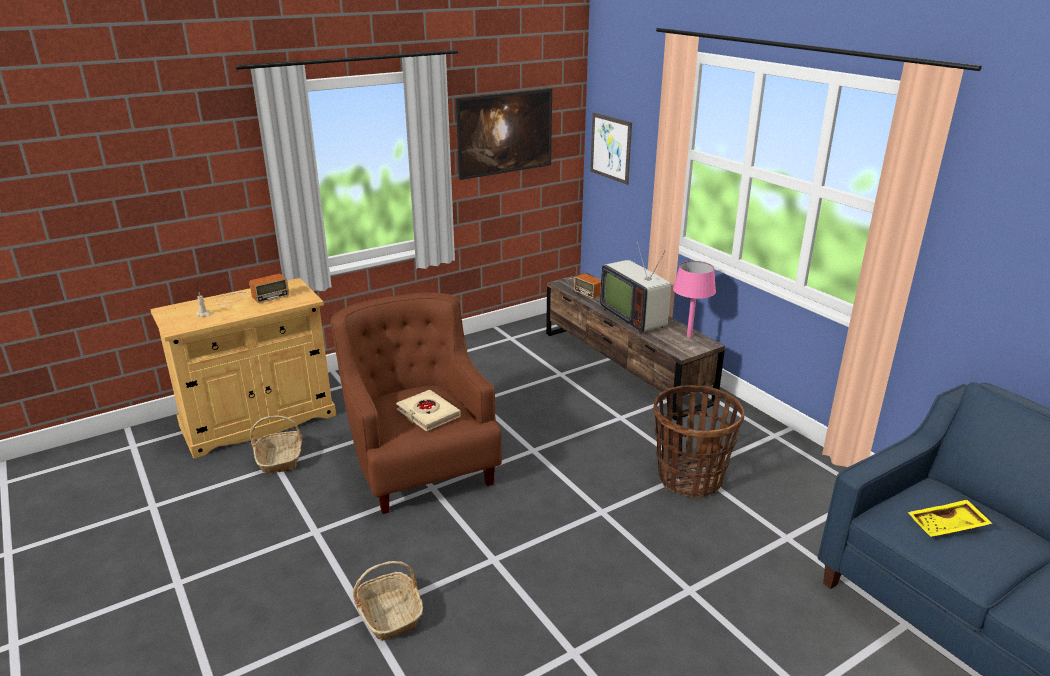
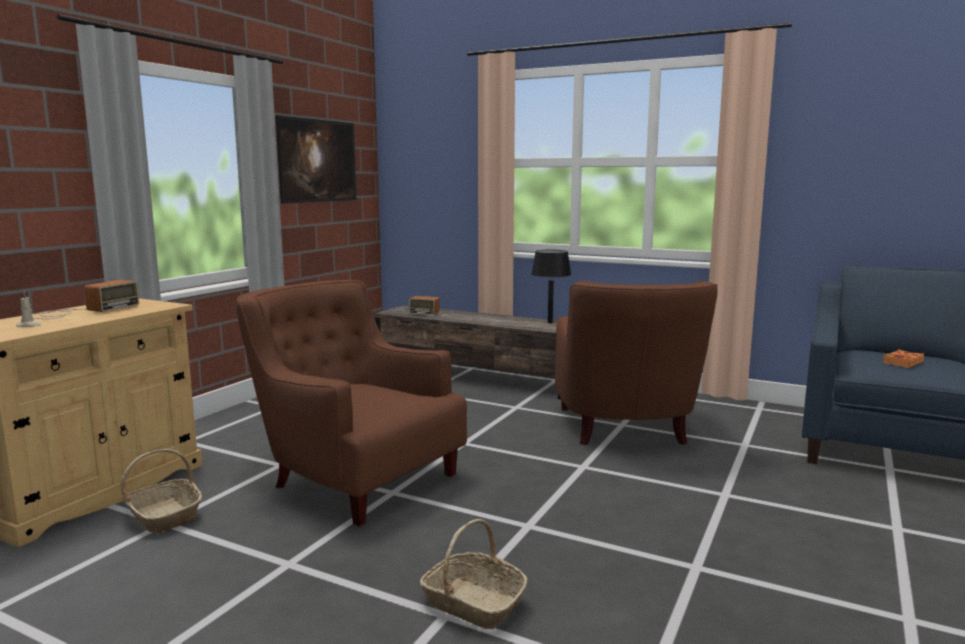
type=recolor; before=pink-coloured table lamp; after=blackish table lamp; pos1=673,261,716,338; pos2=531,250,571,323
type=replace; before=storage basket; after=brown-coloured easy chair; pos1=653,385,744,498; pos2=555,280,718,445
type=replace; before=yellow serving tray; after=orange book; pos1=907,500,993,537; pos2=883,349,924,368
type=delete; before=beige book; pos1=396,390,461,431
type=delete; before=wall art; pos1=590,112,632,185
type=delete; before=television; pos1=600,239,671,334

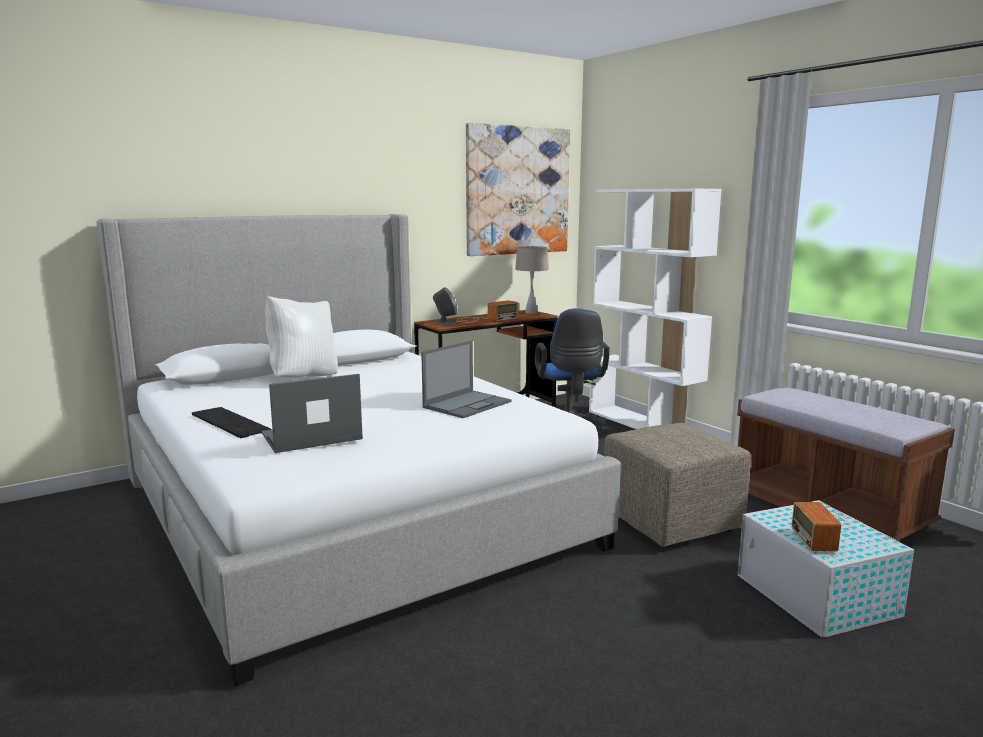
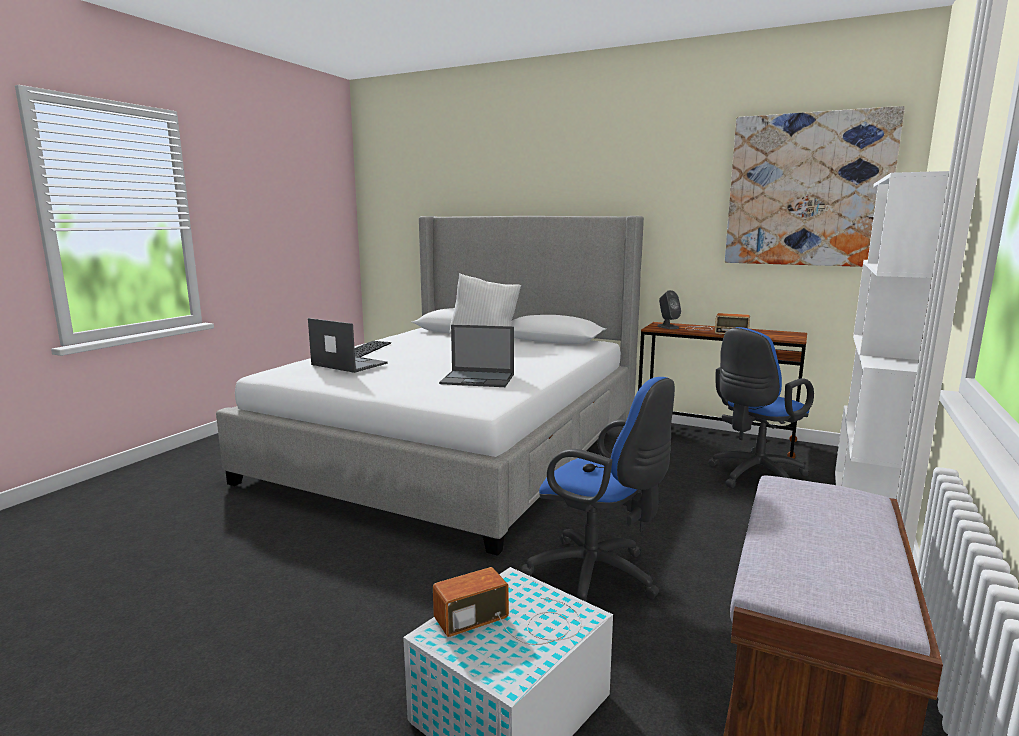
type=replace; before=beige ottoman; after=blue desk chair; pos1=604,423,751,547; pos2=521,377,675,602
type=delete; before=beige table lamp; pos1=515,245,549,314

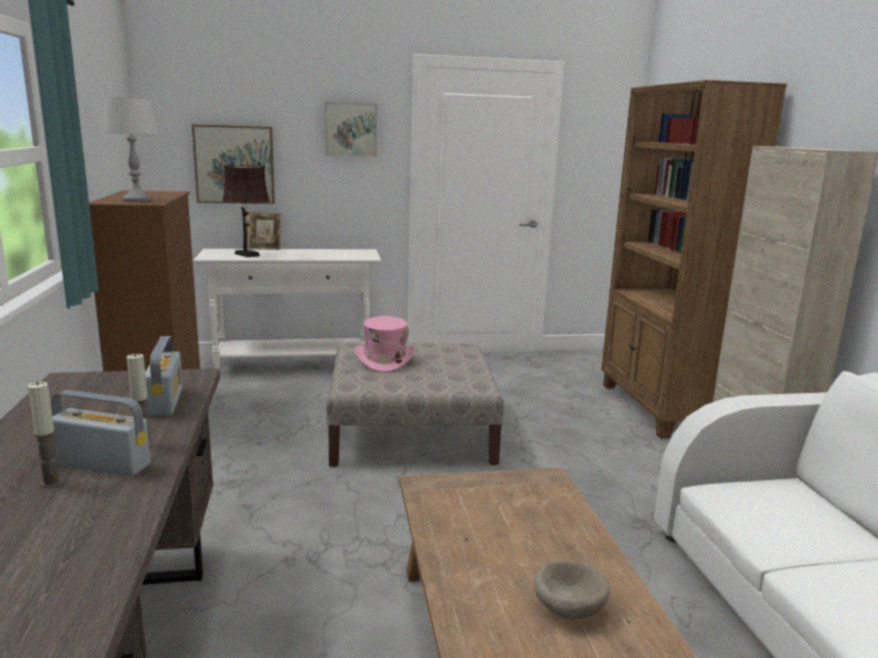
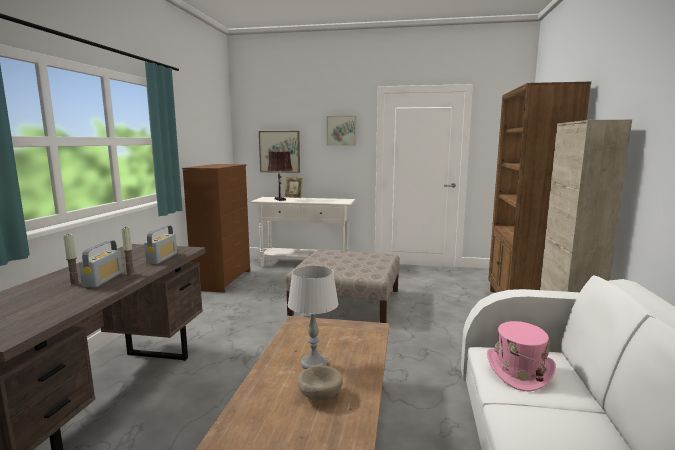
type=rotate; before=radio set; pos1=52,390,151,476; pos2=79,240,123,287; turn=60
type=move; before=greyish table lamp; pos1=103,97,158,202; pos2=288,266,339,369
type=move; before=pink-coloured hat; pos1=355,316,415,372; pos2=487,321,556,391

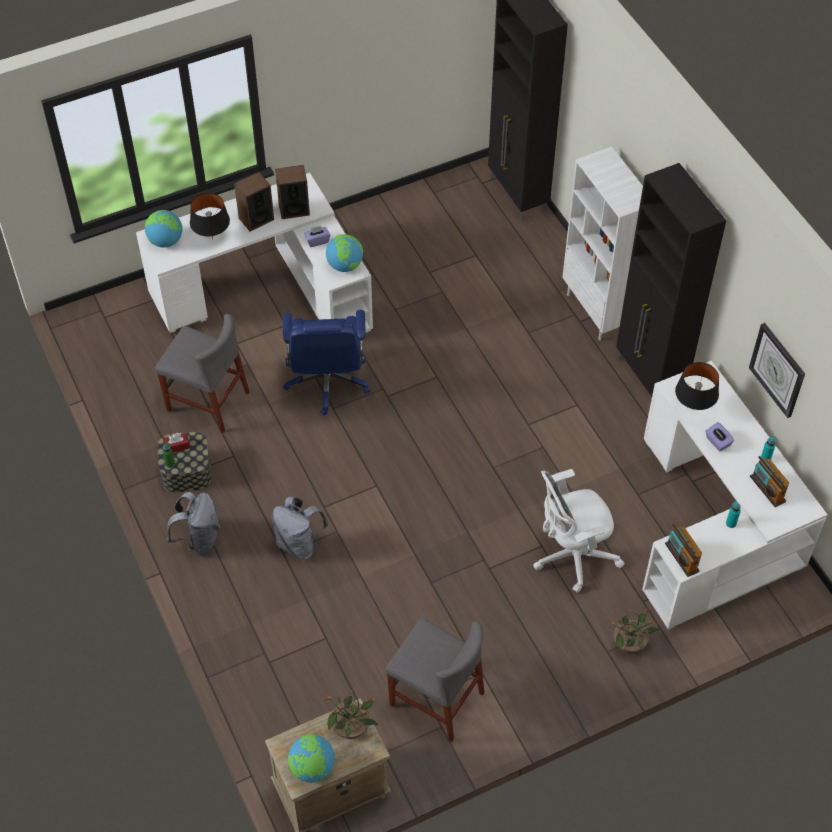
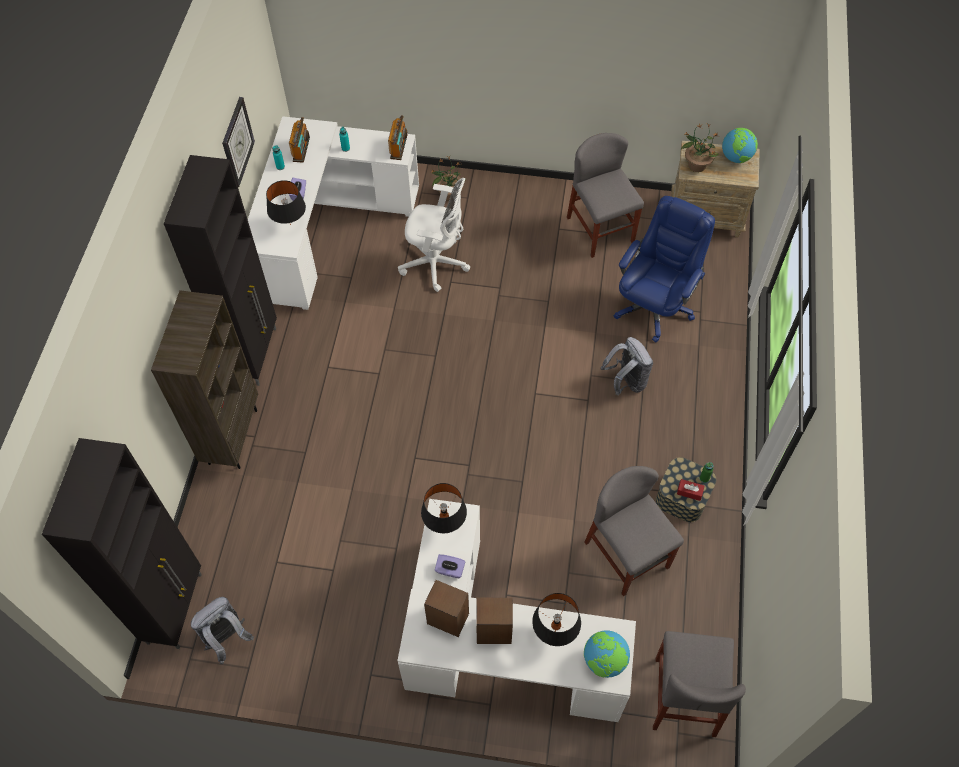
type=recolor; before=white shelving unit; after=brown-coloured shelving unit; pos1=562,147,643,340; pos2=151,290,258,469
type=move; before=greyish backpack; pos1=167,492,220,556; pos2=191,597,254,664
type=replace; before=desk globe; after=blackish table lamp; pos1=326,234,363,272; pos2=421,483,467,533
type=move; before=blue desk chair; pos1=283,310,370,415; pos2=614,196,715,343
type=insert; after=greyish plain chair; pos2=653,631,746,737

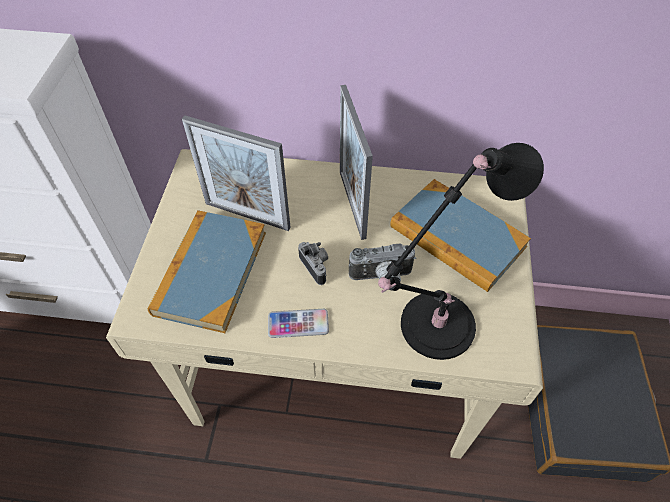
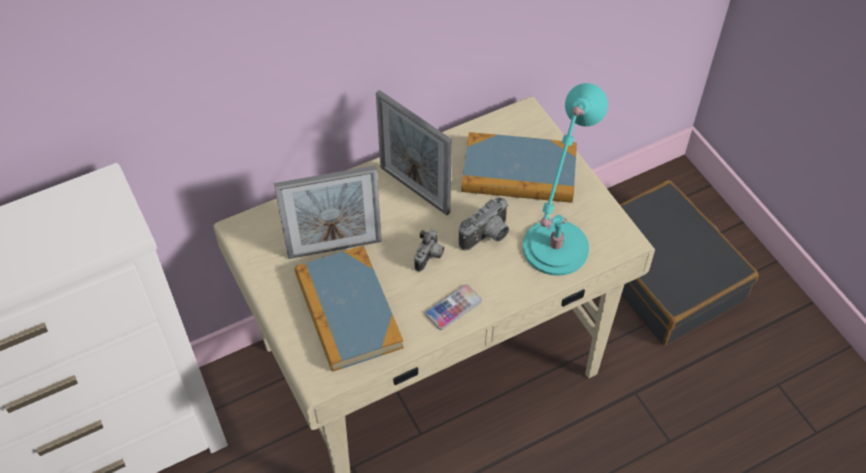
type=rotate; before=photo camera; pos1=298,242,328,285; pos2=414,229,444,271; turn=90
type=recolor; before=blackish table lamp; after=turquoise table lamp; pos1=378,143,544,360; pos2=523,83,608,276

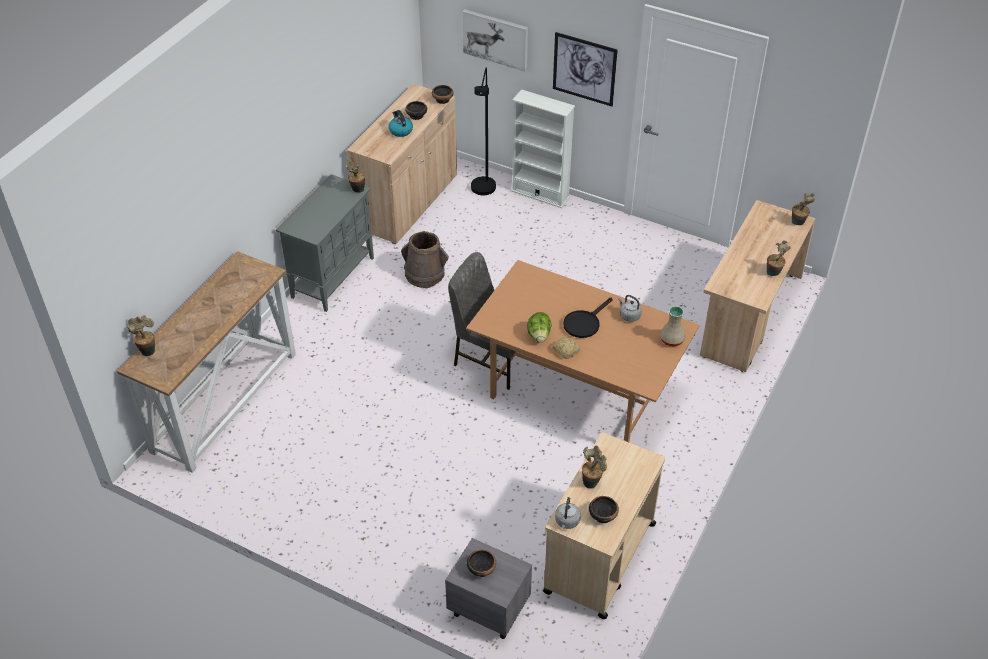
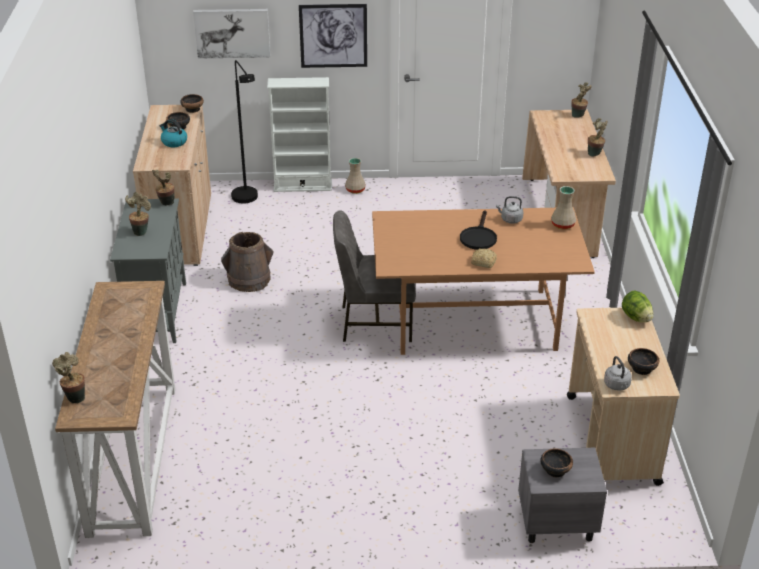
type=move; before=houseplant; pos1=582,445,607,488; pos2=125,192,151,236
type=insert; after=beige decorative vase; pos2=345,158,366,194
type=move; before=head of lettuce; pos1=527,312,552,343; pos2=622,290,654,322

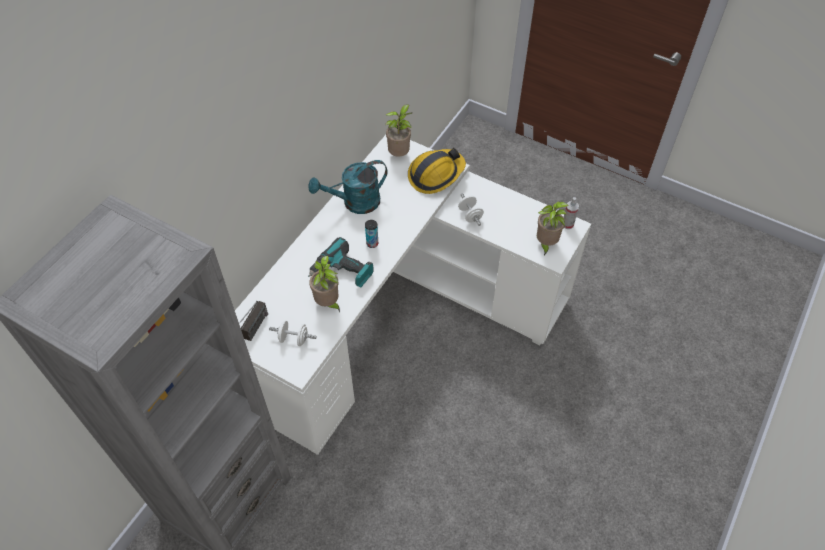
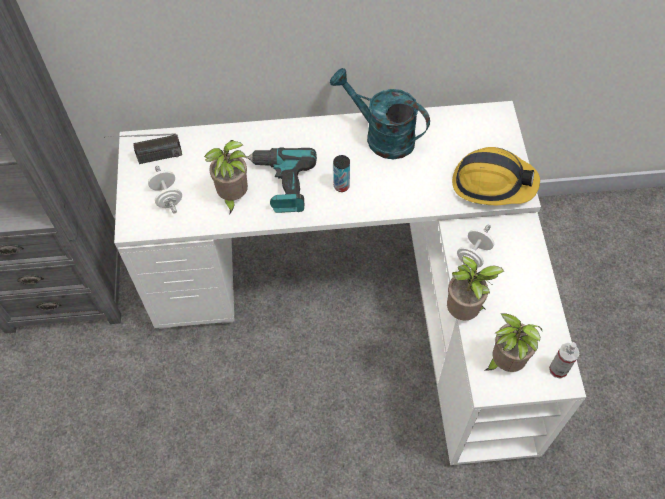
type=move; before=houseplant; pos1=385,104,412,157; pos2=447,256,504,320

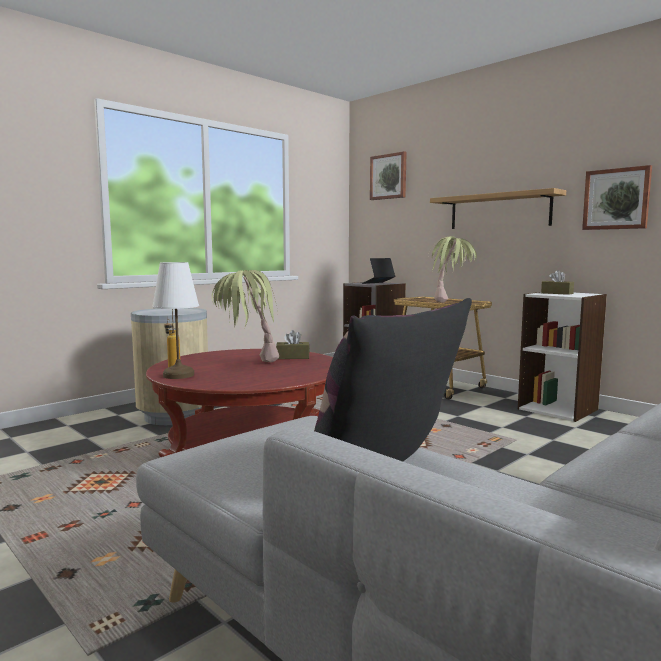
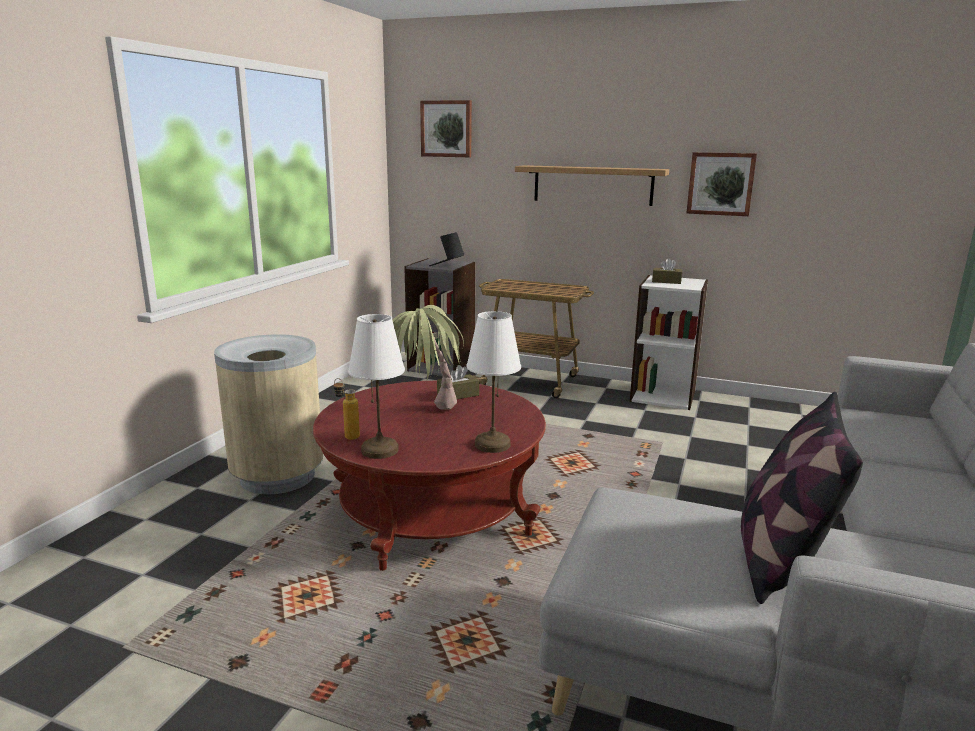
type=insert; after=white table lamp; pos2=467,311,521,453
type=delete; before=houseplant; pos1=432,236,477,303

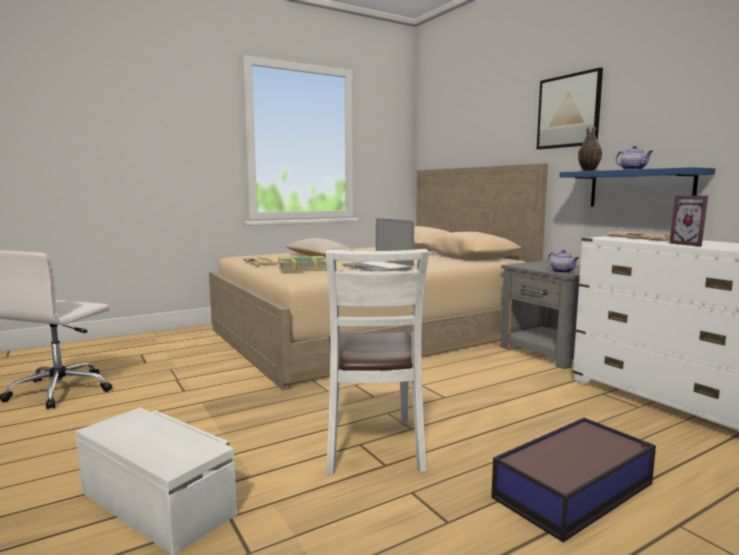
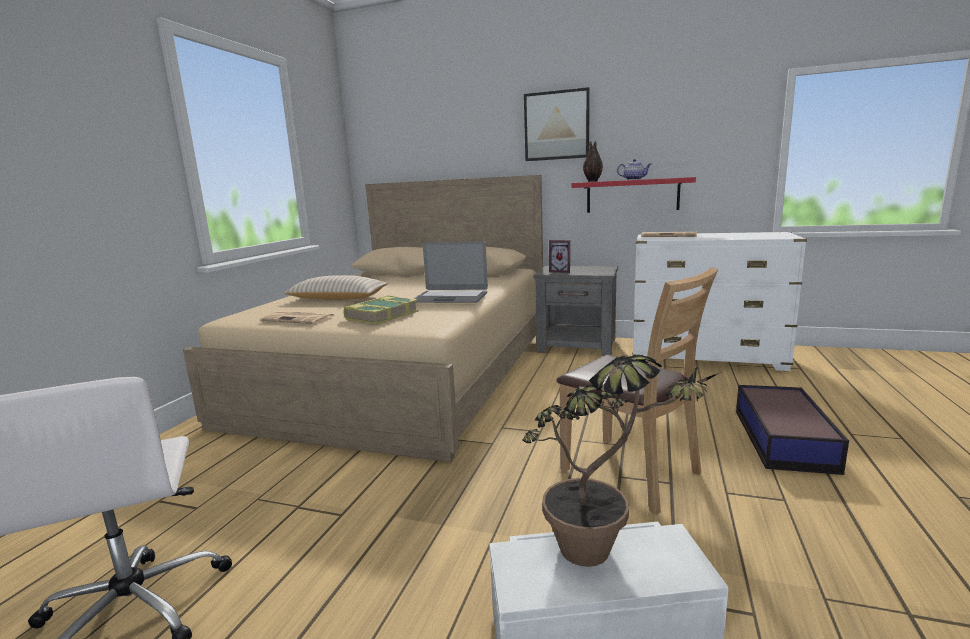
type=insert; after=houseplant; pos2=522,355,721,567
type=move; before=standing frame; pos1=669,195,708,247; pos2=549,240,570,273
type=recolor; before=white plain chair; after=brown-coloured plain chair; pos1=325,249,429,475; pos2=557,267,718,515
type=recolor; before=blue bracket shelf; after=red-coloured bracket shelf; pos1=559,167,715,207; pos2=572,177,696,213
type=delete; before=teapot; pos1=548,250,579,273

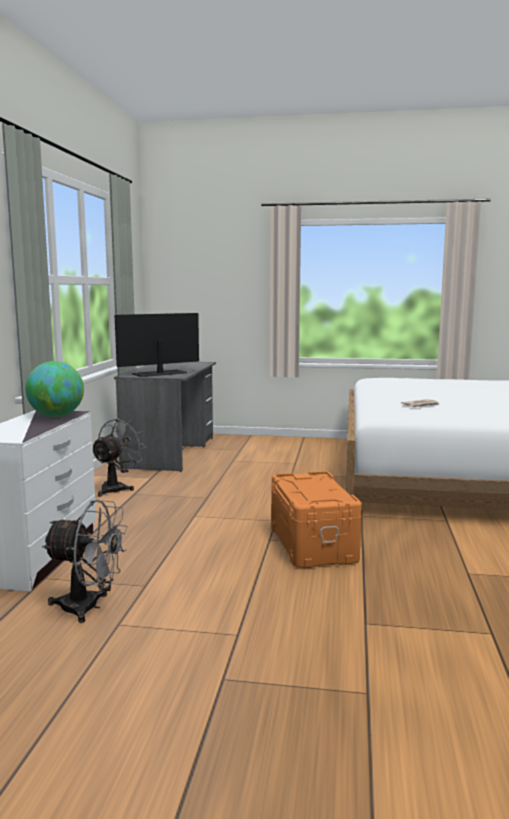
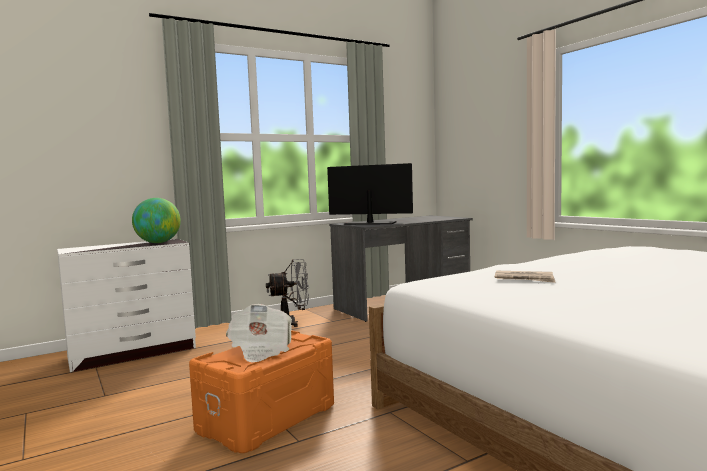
type=insert; after=newspaper; pos2=226,304,292,362
type=delete; before=greyish electric fan; pos1=42,500,128,623

